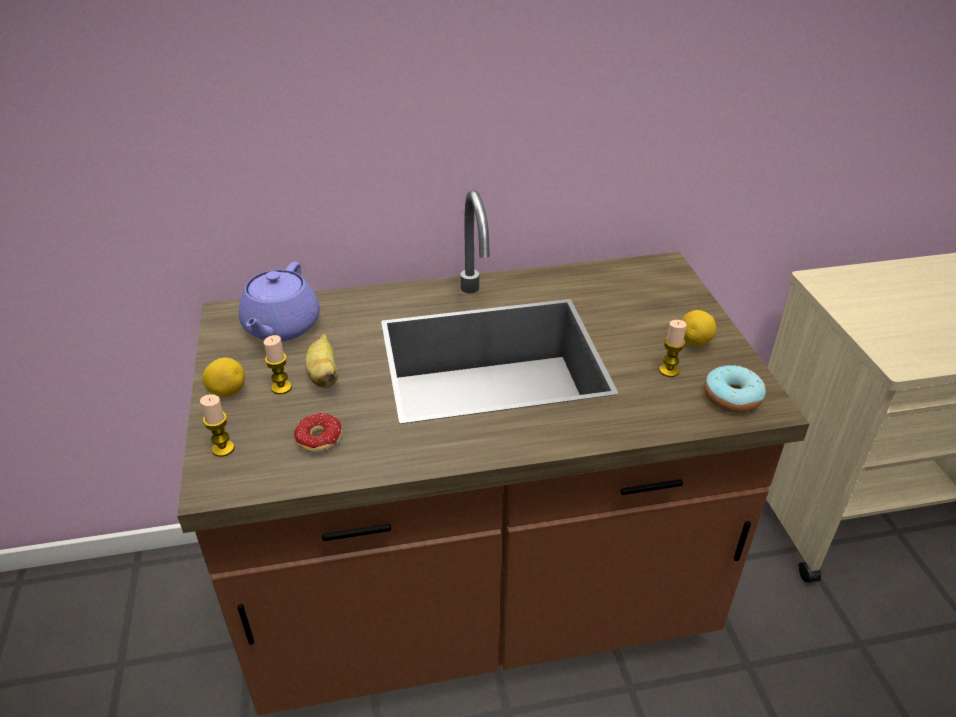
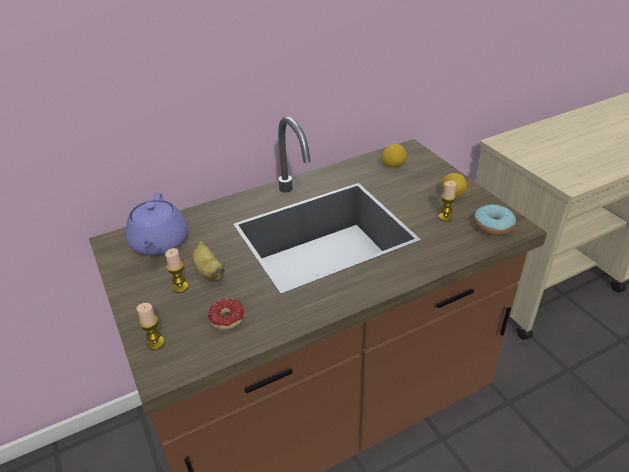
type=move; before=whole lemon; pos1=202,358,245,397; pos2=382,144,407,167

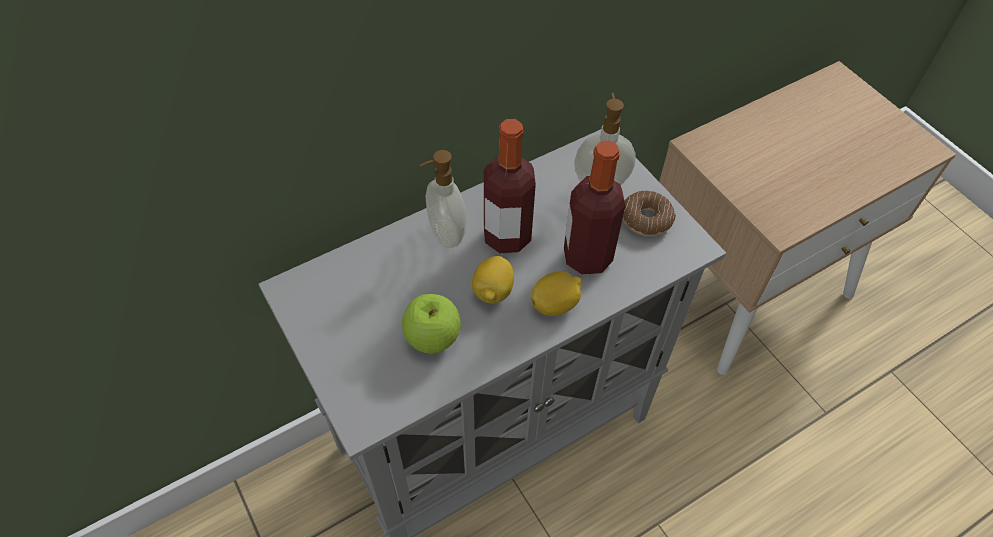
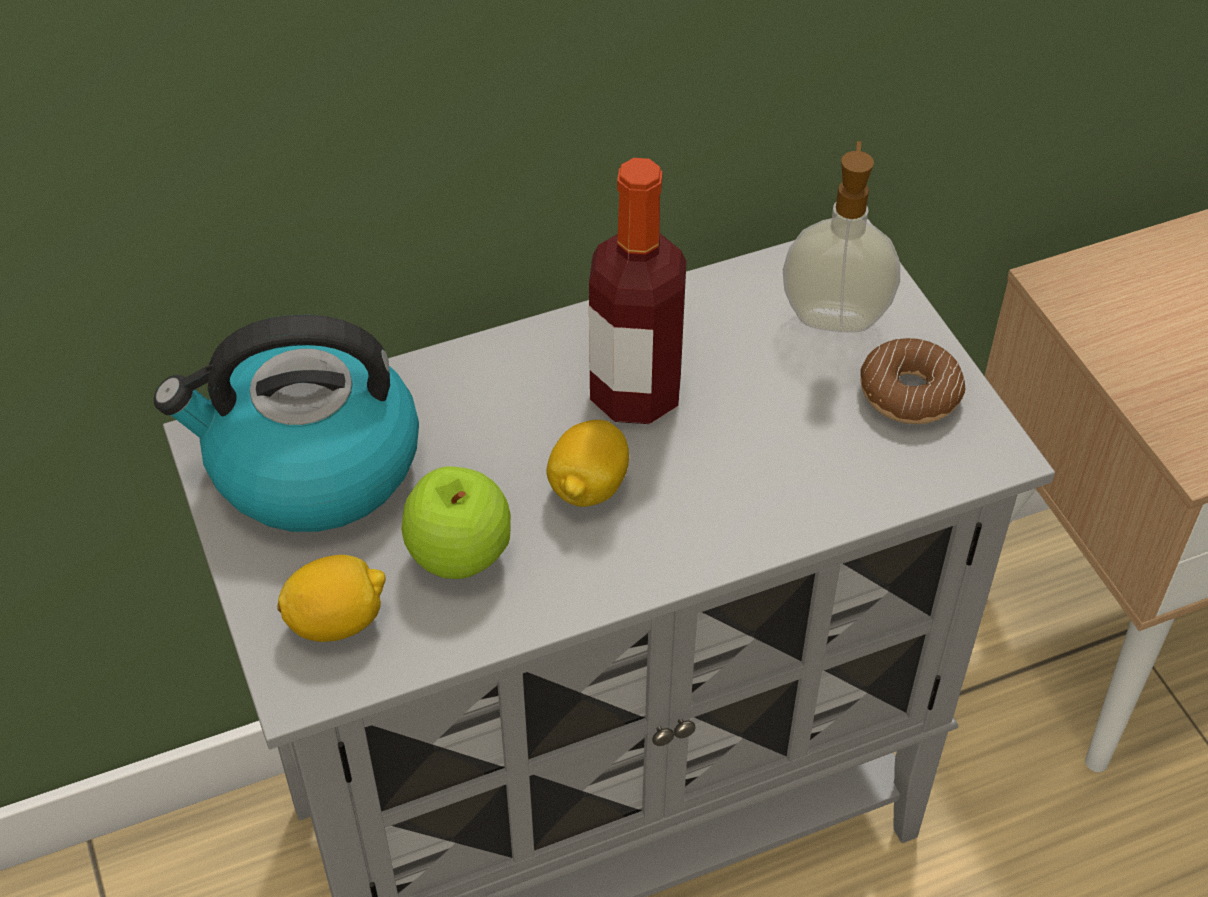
type=insert; after=water kettle; pos2=154,315,419,532
type=move; before=whole lemon; pos1=531,271,582,316; pos2=277,555,385,642
type=delete; before=soap bottle; pos1=419,150,466,248
type=delete; before=drink bottle; pos1=564,141,626,275

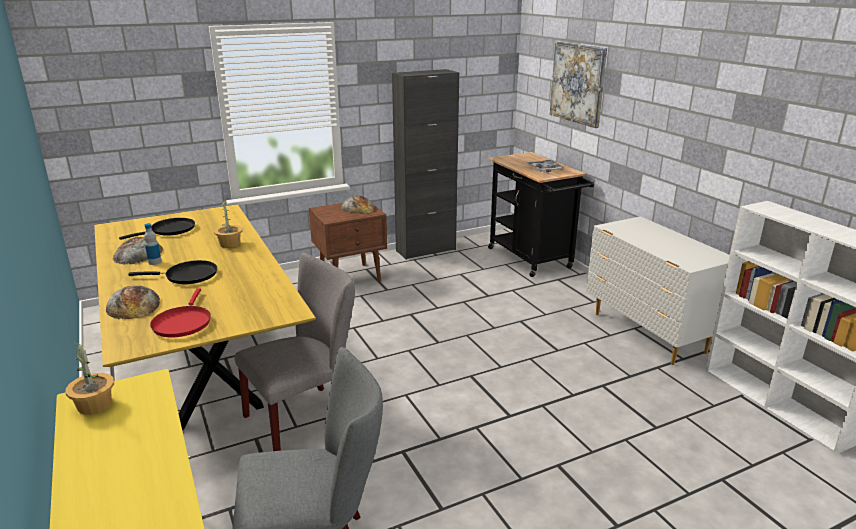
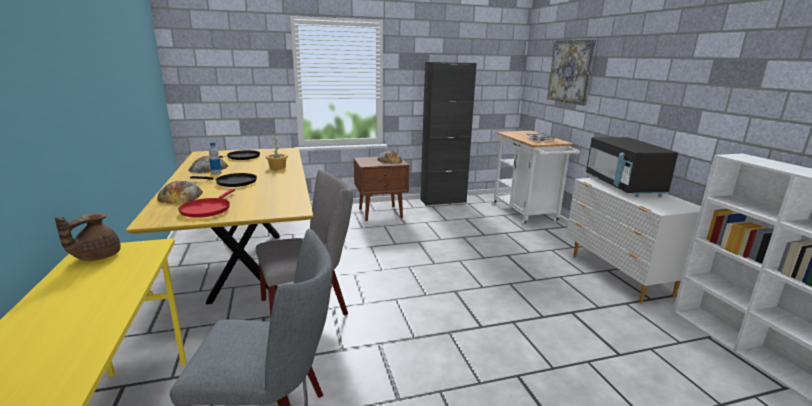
type=replace; before=houseplant; after=brown-coloured teapot; pos1=65,343,114,415; pos2=55,213,121,261
type=recolor; before=blackish wheeled cart; after=white wheeled cart; pos1=488,152,594,277; pos2=492,131,580,225
type=insert; after=blackish kitchen microwave; pos2=586,137,678,197

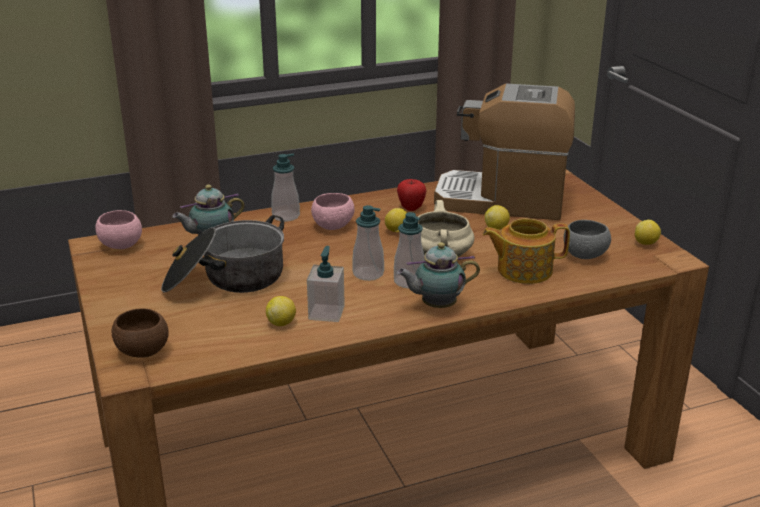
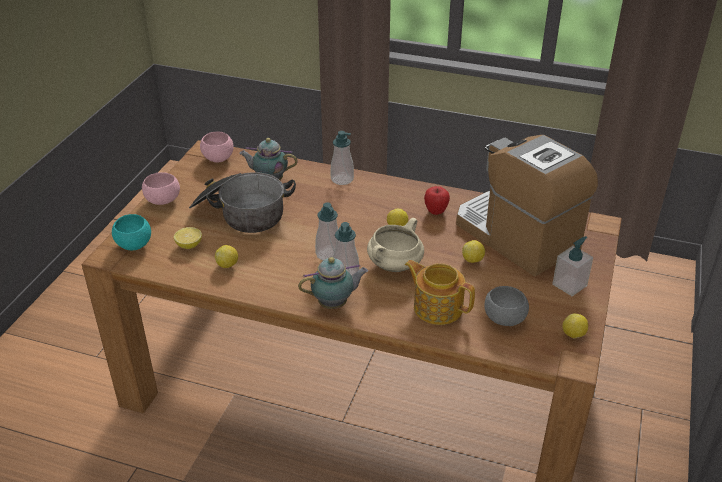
type=recolor; before=brown-coloured deep dish; after=turquoise deep dish; pos1=112,309,169,357; pos2=112,214,151,250
type=move; before=pink-coloured deep dish; pos1=311,193,355,230; pos2=142,172,180,205
type=insert; after=whole lemon; pos2=174,227,202,249
type=rotate; before=teapot; pos1=397,242,480,308; pos2=298,257,368,309; turn=135
type=move; before=soap bottle; pos1=307,246,345,322; pos2=552,236,593,296

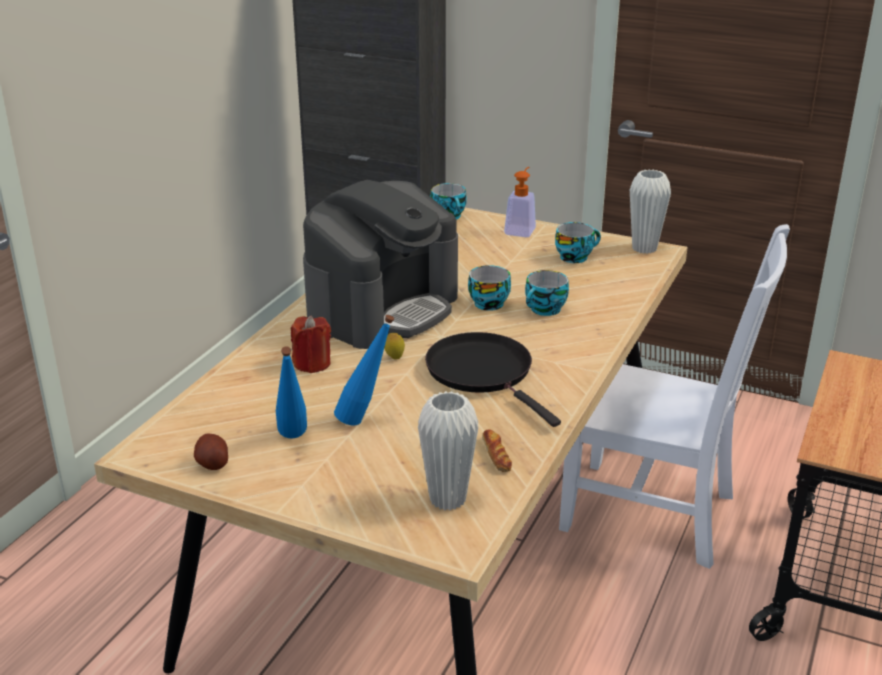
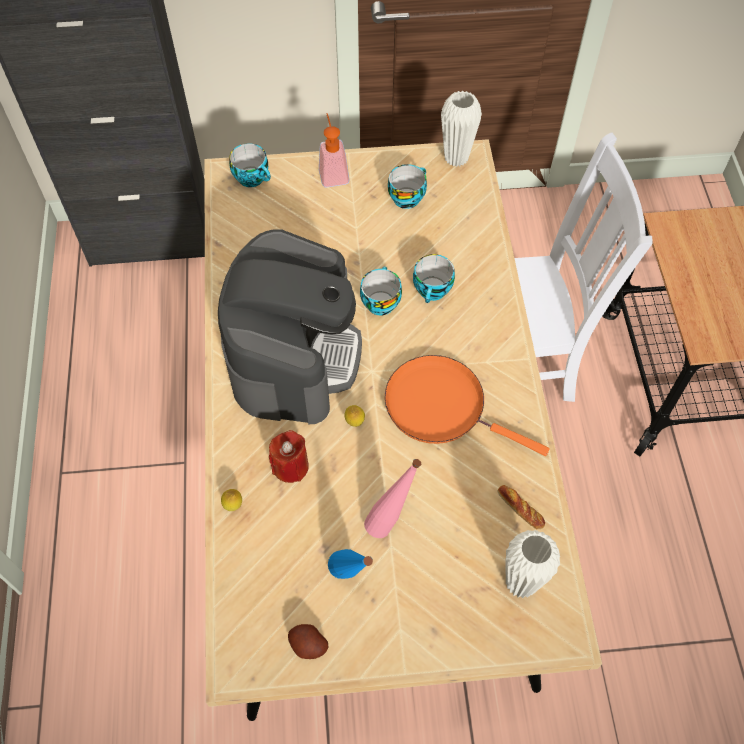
type=insert; after=whole lemon; pos2=221,489,242,511
type=recolor; before=blue drink bottle; after=pink-coloured drink bottle; pos1=334,315,394,425; pos2=364,459,421,538
type=recolor; before=blackish skillet; after=orange skillet; pos1=425,332,561,427; pos2=385,355,549,456

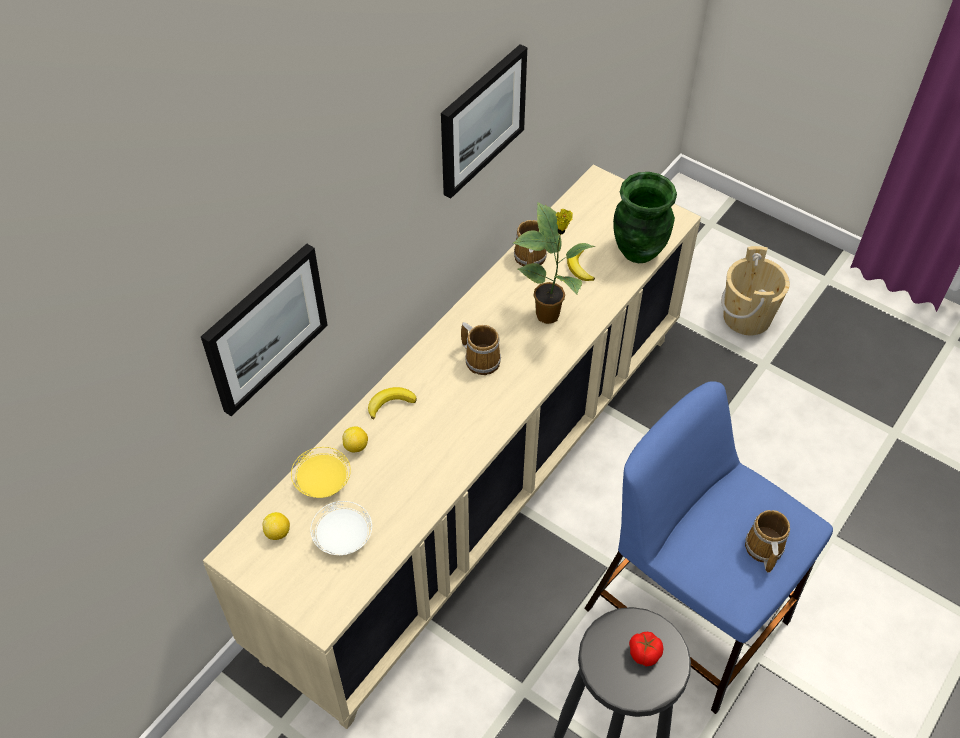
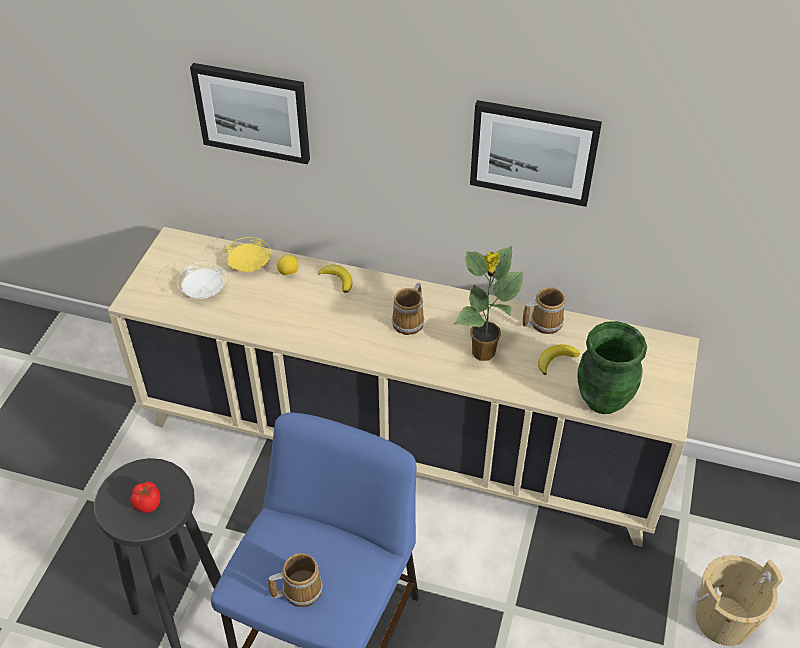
type=delete; before=whole lemon; pos1=262,512,290,540

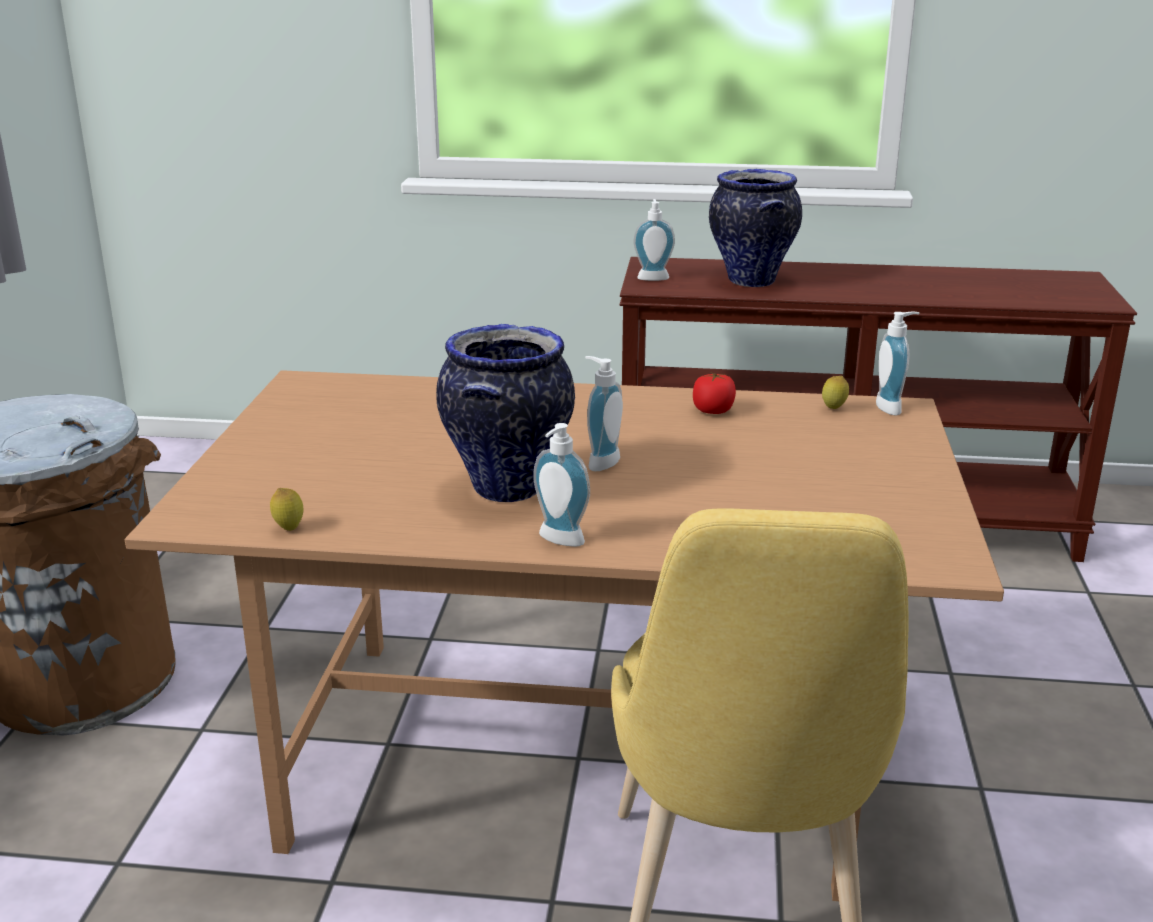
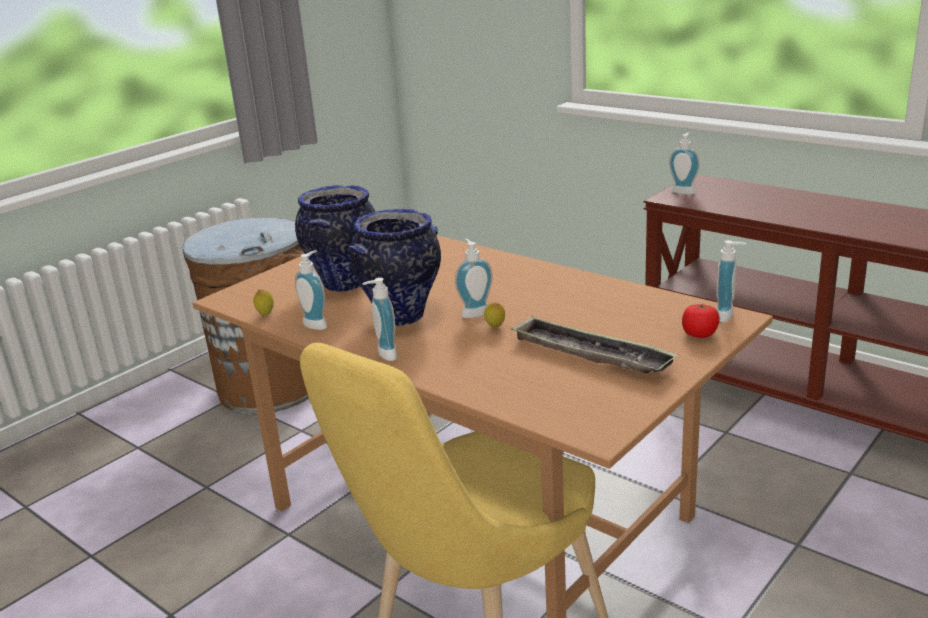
type=move; before=decorative vase; pos1=709,169,802,287; pos2=295,185,375,292
type=insert; after=soap bottle; pos2=295,250,327,330
type=move; before=whole lemon; pos1=822,376,849,409; pos2=484,302,505,328
type=insert; after=serving tray; pos2=511,316,678,374
type=move; before=tomato; pos1=693,373,736,414; pos2=682,303,720,338

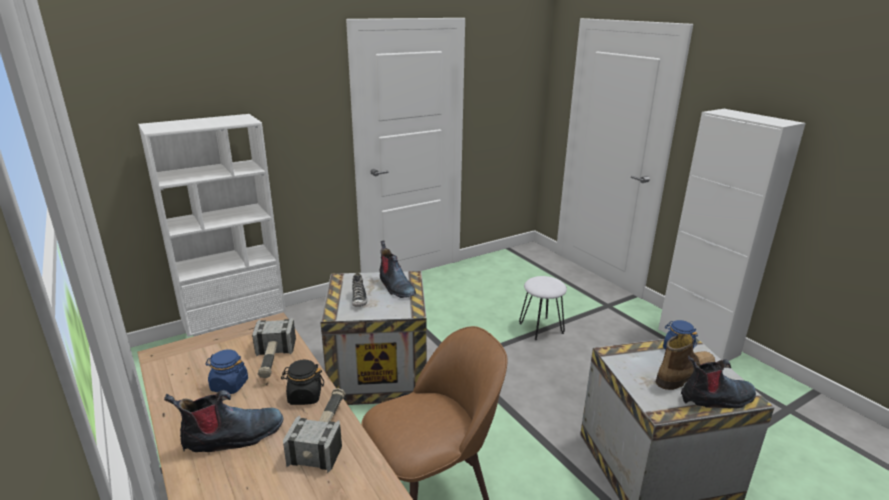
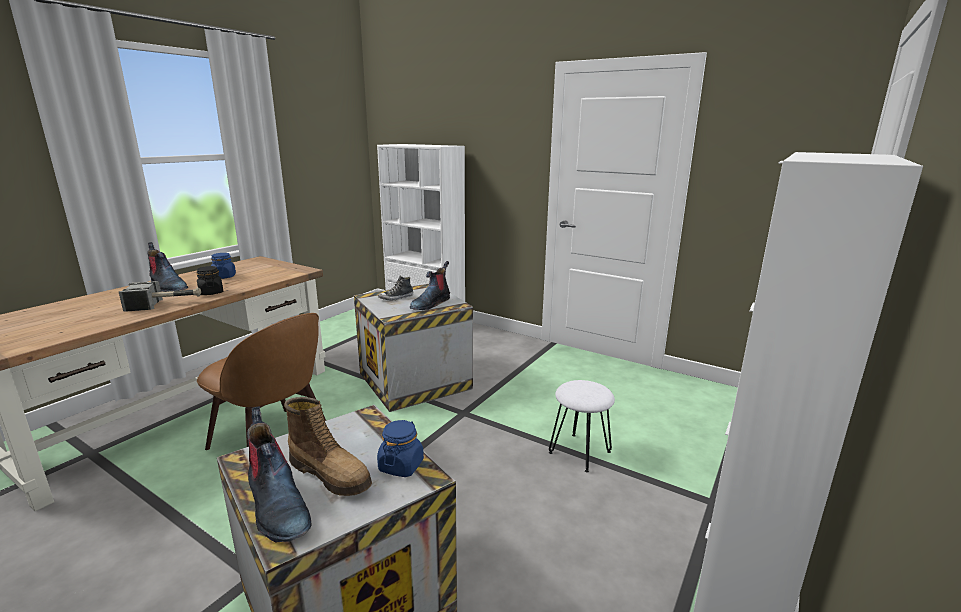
type=delete; before=hand hammer; pos1=252,318,296,378

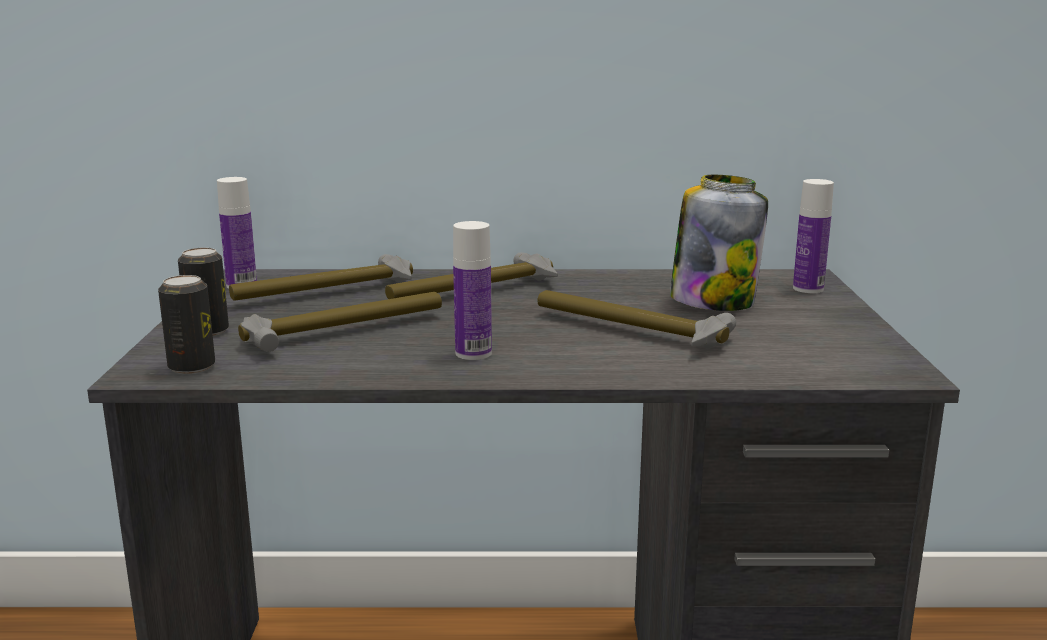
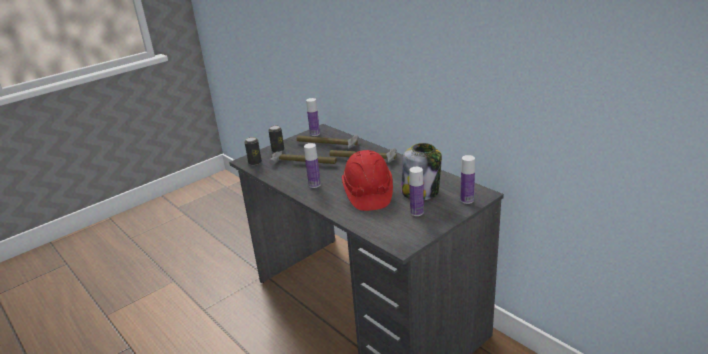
type=replace; before=hand hammer; after=red-coloured safety helmet; pos1=537,290,736,349; pos2=342,150,393,211
type=insert; after=drink bottle; pos2=409,167,424,216

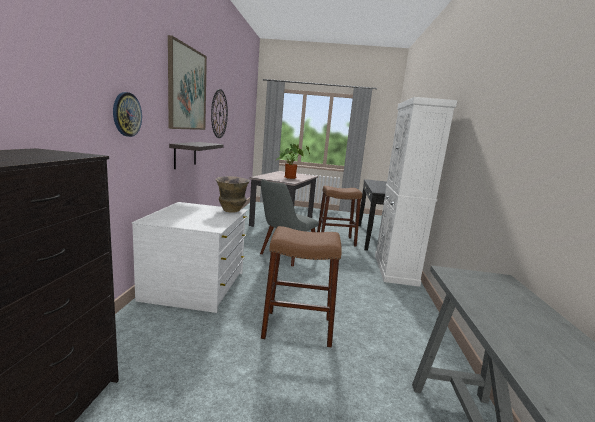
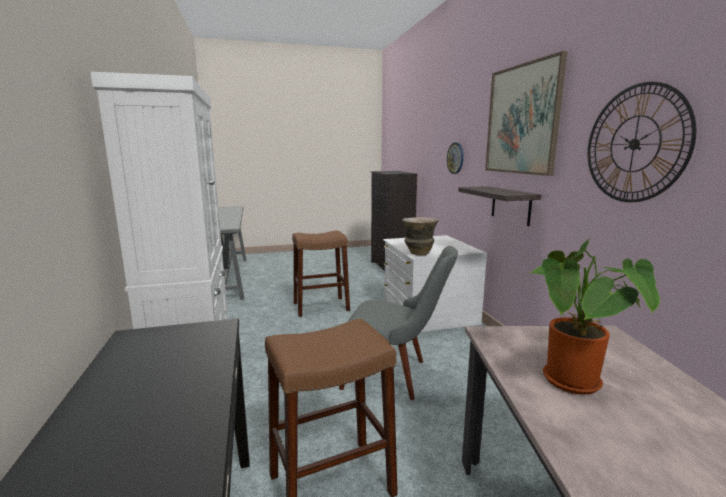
type=rotate; before=greyish plain chair; pos1=260,179,319,266; pos2=339,246,458,400; turn=90

